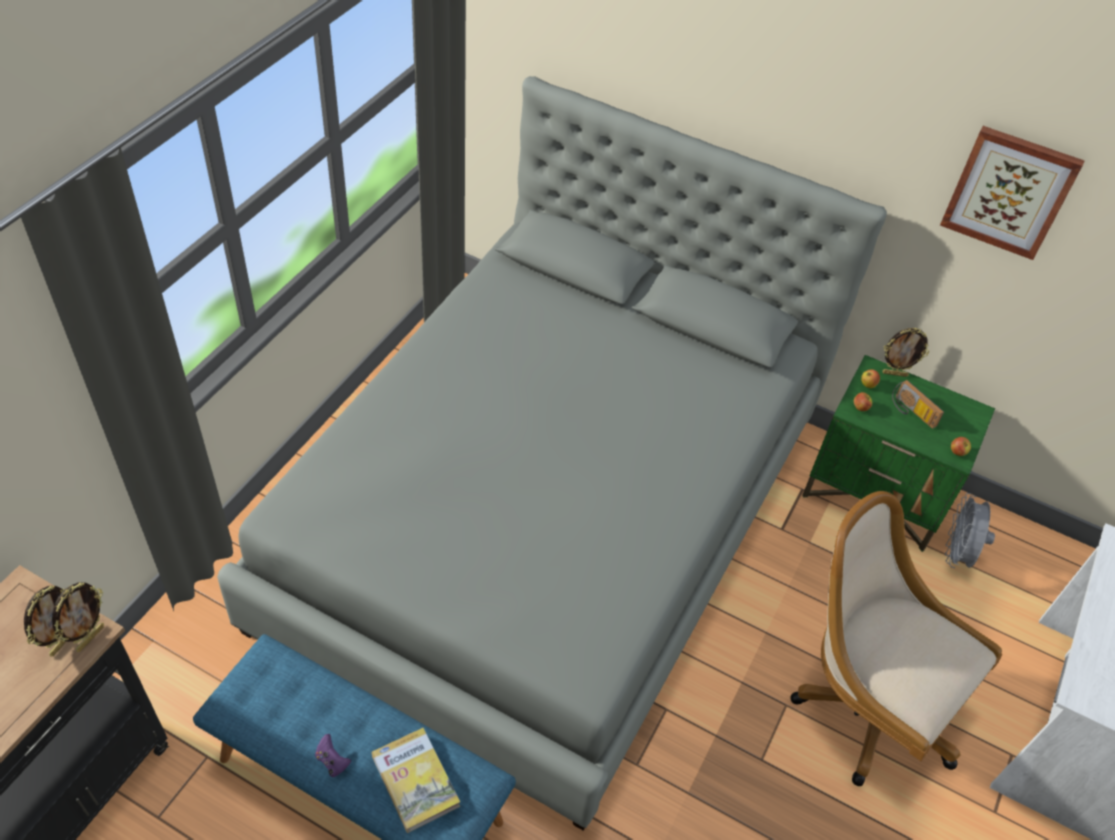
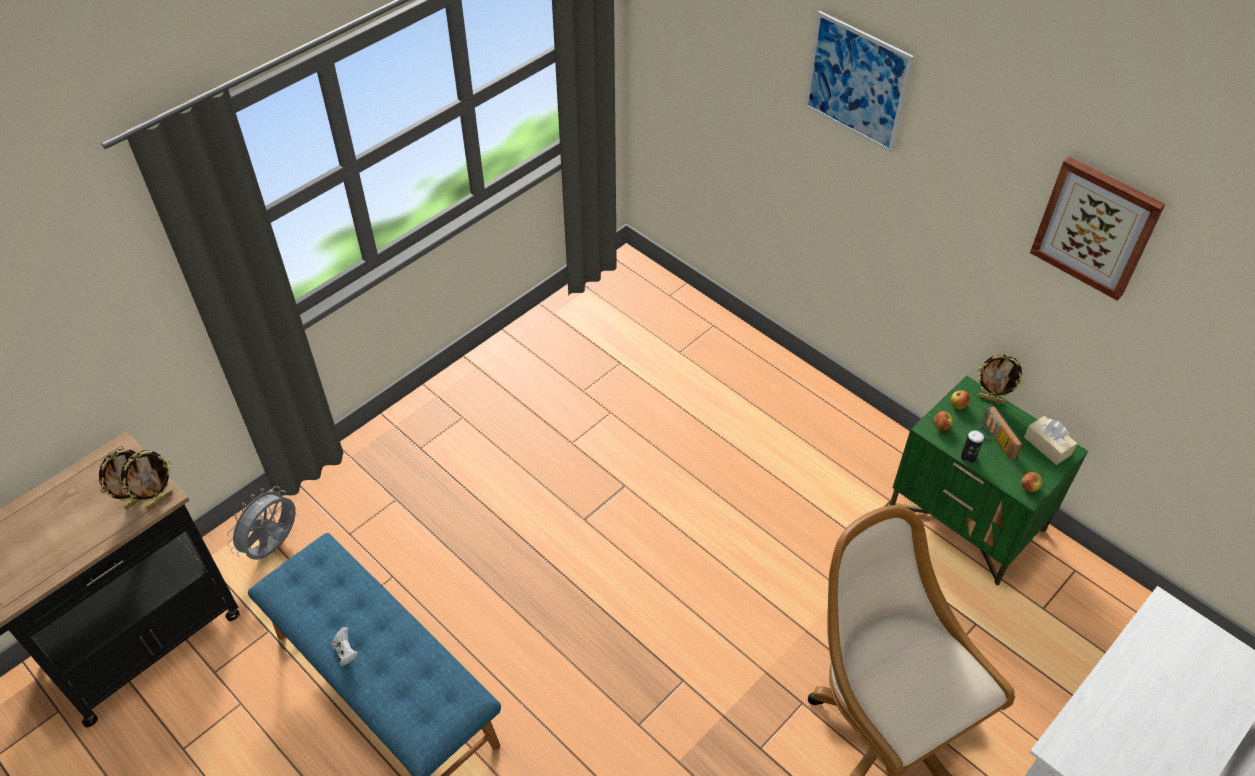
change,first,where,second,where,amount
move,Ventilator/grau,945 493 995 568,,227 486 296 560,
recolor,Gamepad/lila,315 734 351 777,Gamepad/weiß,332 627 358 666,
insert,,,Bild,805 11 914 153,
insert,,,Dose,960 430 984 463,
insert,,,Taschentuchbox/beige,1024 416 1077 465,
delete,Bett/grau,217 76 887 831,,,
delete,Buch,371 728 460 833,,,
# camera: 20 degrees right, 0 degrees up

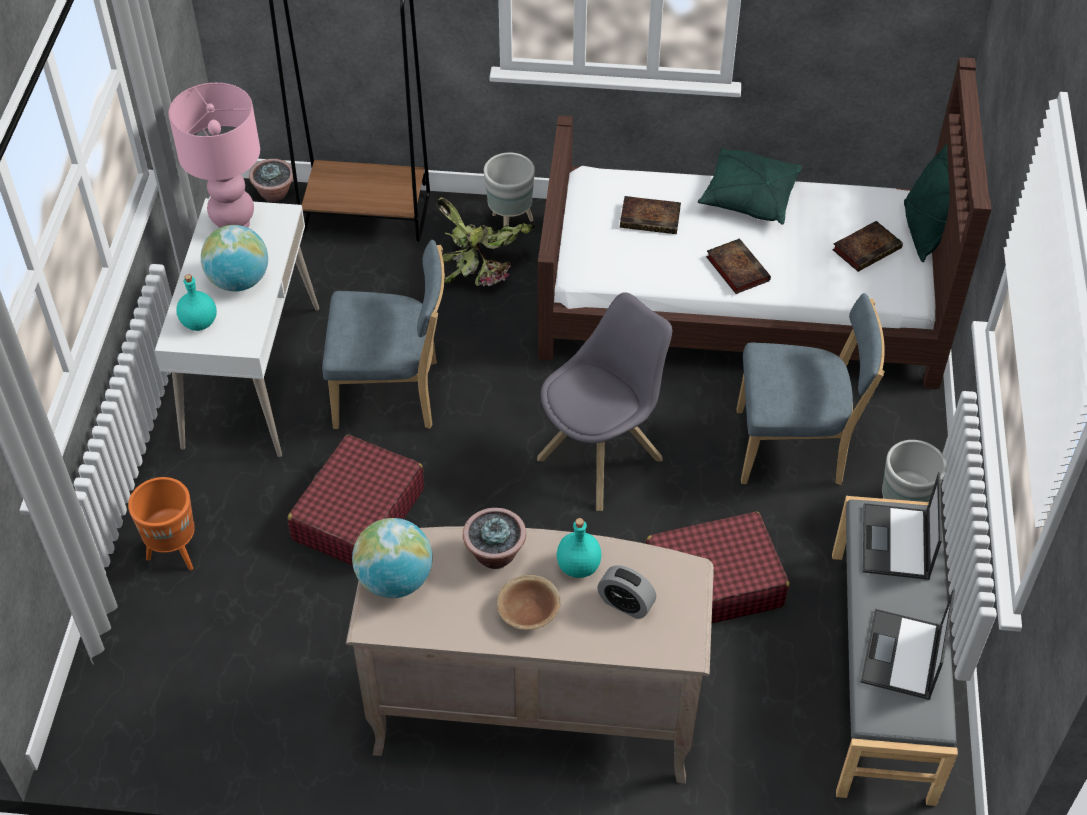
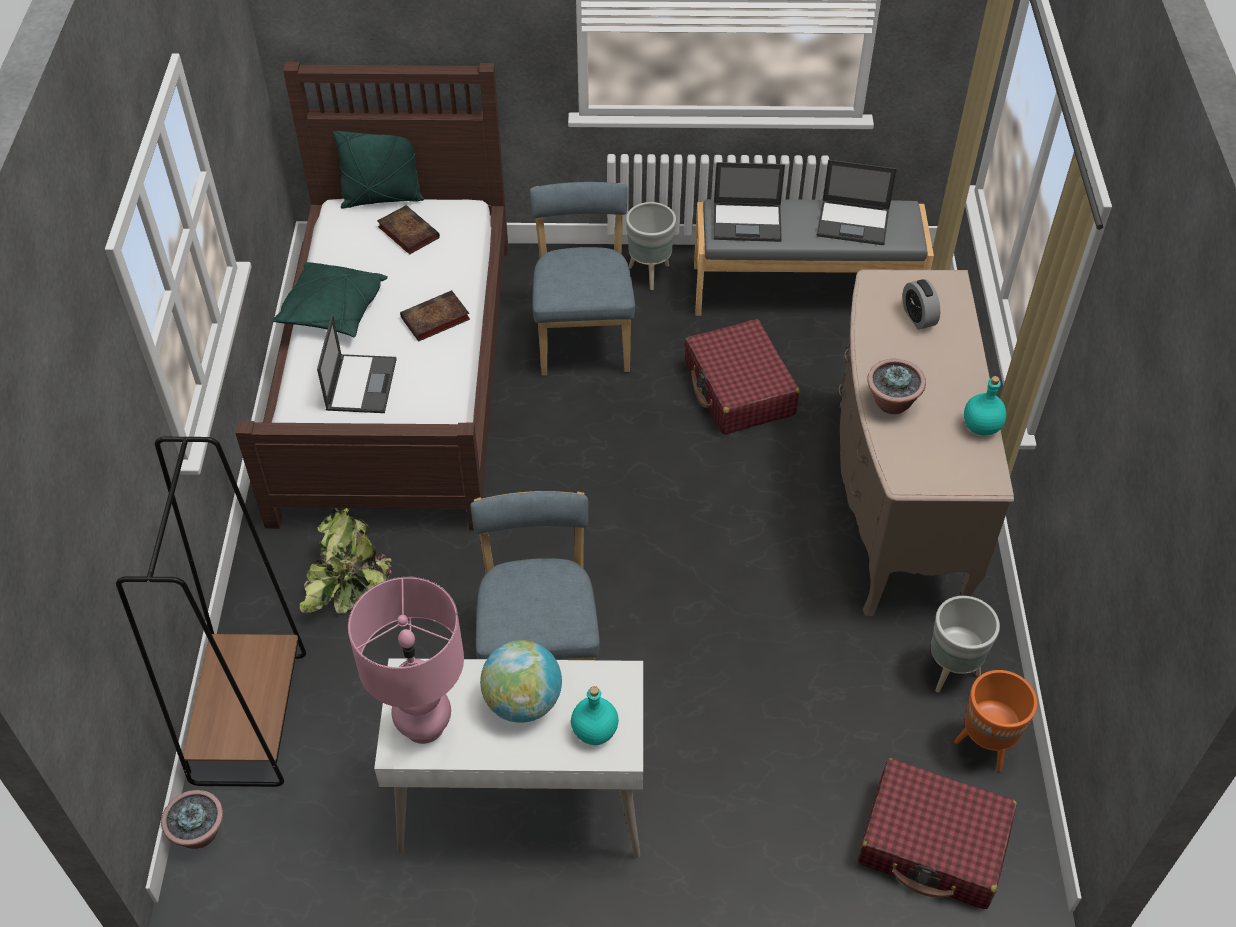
change,first,where,second,where,amount
replace,Buch,620 196 681 234,Laptop,317 314 397 413,
move,Koffer/rot,288 435 424 566,,858 758 1017 909,
rotate,Wecker,597 565 656 619,,903 279 940 330,135 degrees clockwise
move,Pflanzkübel/grau,484 153 535 227,,931 596 1000 693,
move,Pflanzkübel/orange,128 477 195 570,,954 670 1038 772,
move,Flasche/türkis,557 518 602 578,,964 376 1006 435,
delete,Globus,352 518 432 598,,,
delete,Schüssel/braun,497 575 561 630,,,
delete,Stuhl/grau,537 292 672 511,,,
# camera: 95 degrees left, 0 degrees up

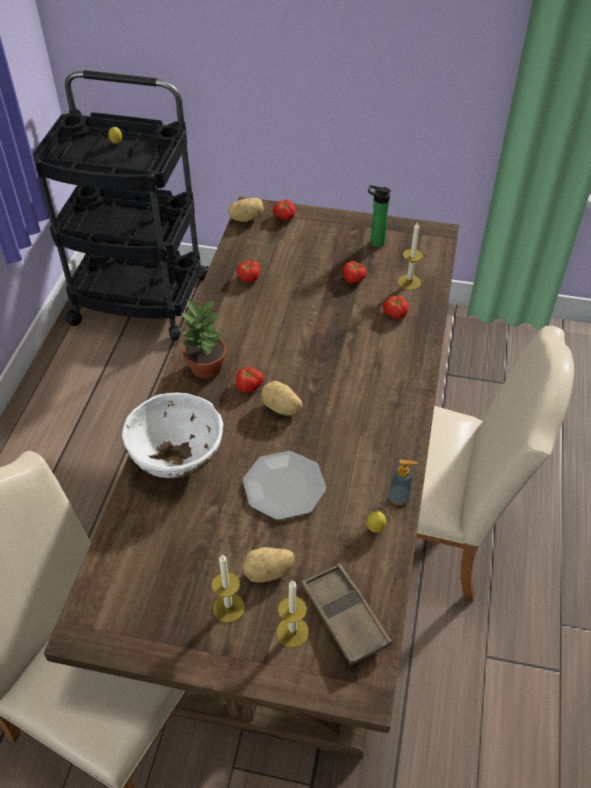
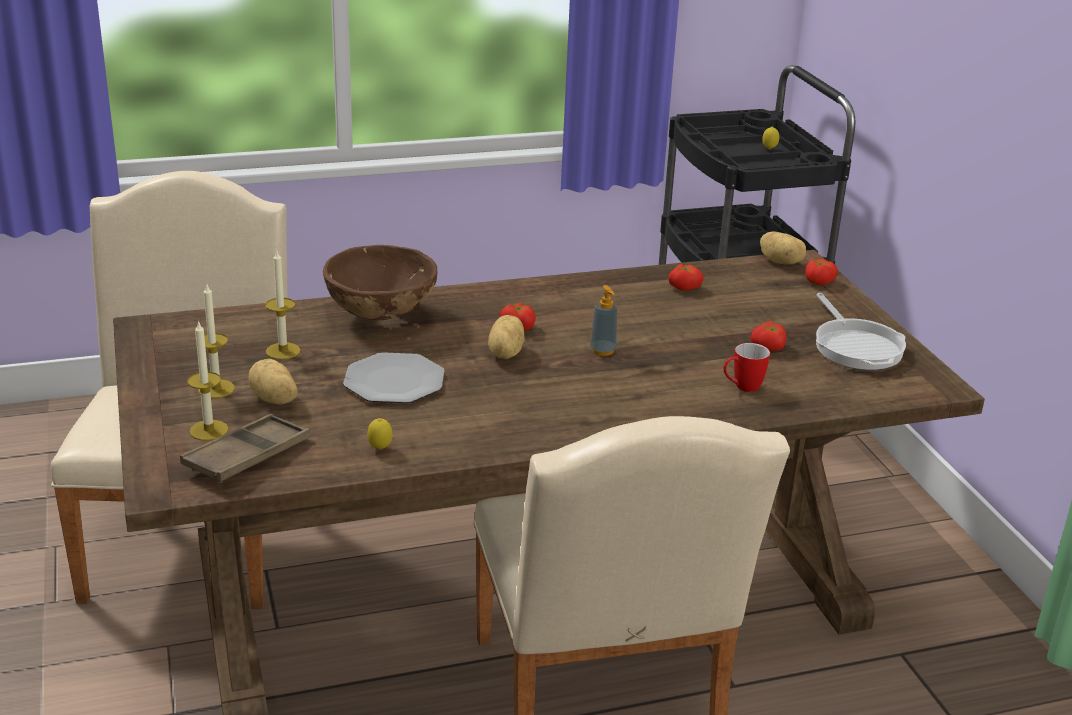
change,first,where,second,where,amount
move,Kerze,398 221 423 290,,265 251 301 360,
recolor,Schüssel/weiß,122 393 223 478,Schüssel/braun,323 245 437 320,
move,Seifenspender,388 459 418 505,,590 285 618 356,
replace,Tomate,383 295 409 319,Henkelbecher,723 343 770 392,
replace,Flasche,368 185 391 247,Pfanne,816 293 906 370,
delete,Topfpflanze,181 299 227 379,,,
# camera: 60 degrees right, 20 degrees down

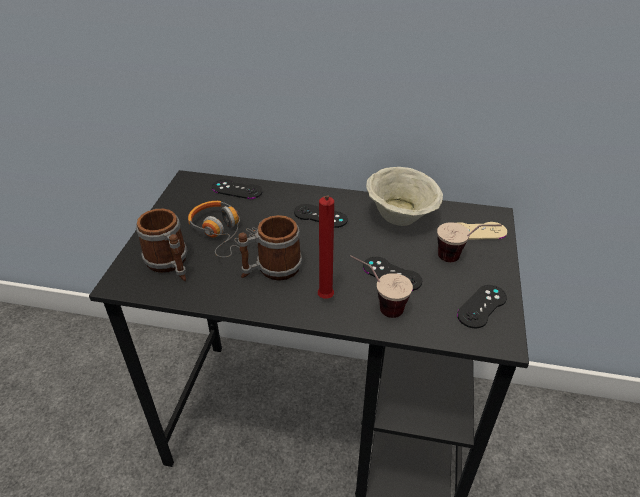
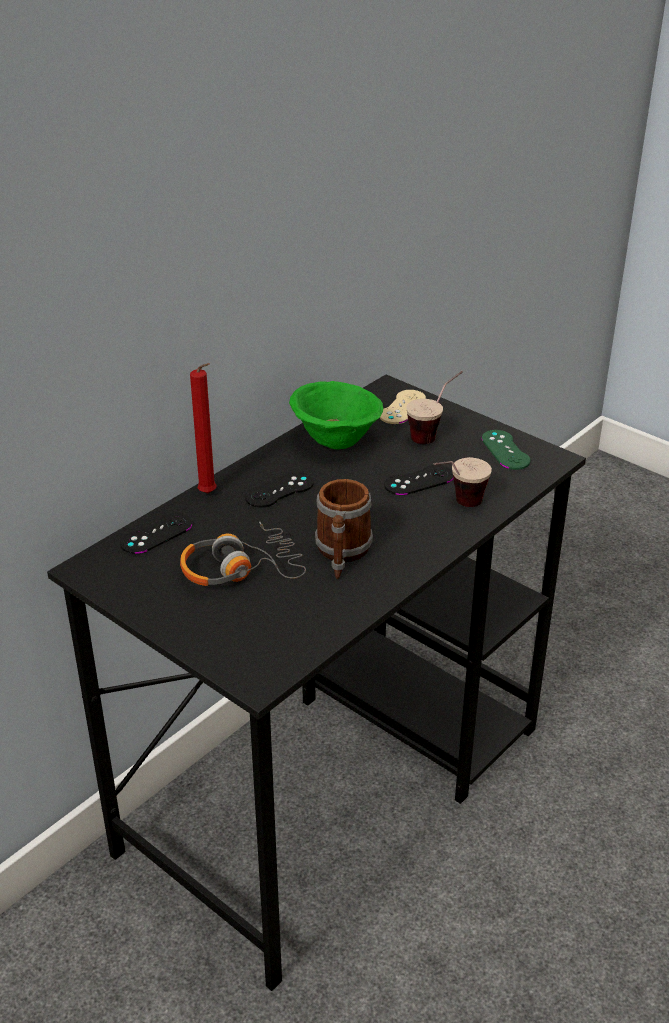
change,first,where,second,where,amount
move,Kerze/rot,318 195 334 299,,190 363 217 494,
recolor,Schüssel/beige,366 167 443 226,Schüssel/grün,289 381 383 450,
recolor,Gamepad/schwarz,457 285 507 328,Gamepad/grün,482 430 530 470,
delete,Henkelbecher,136 209 187 281,,,
# camera: 60 degrees left, 5 degrees down

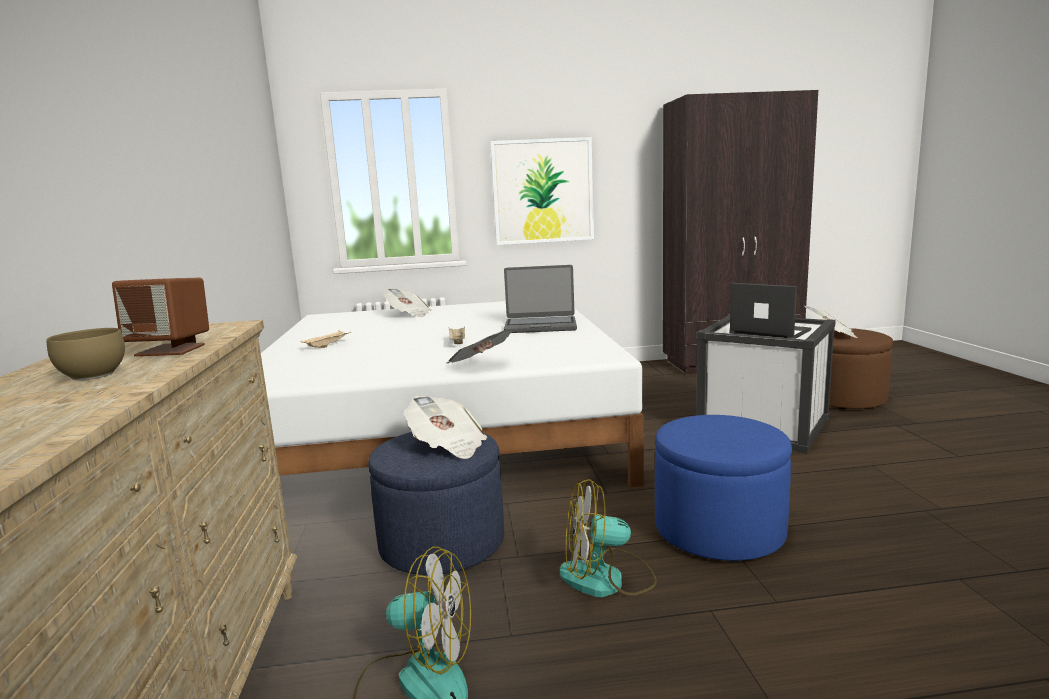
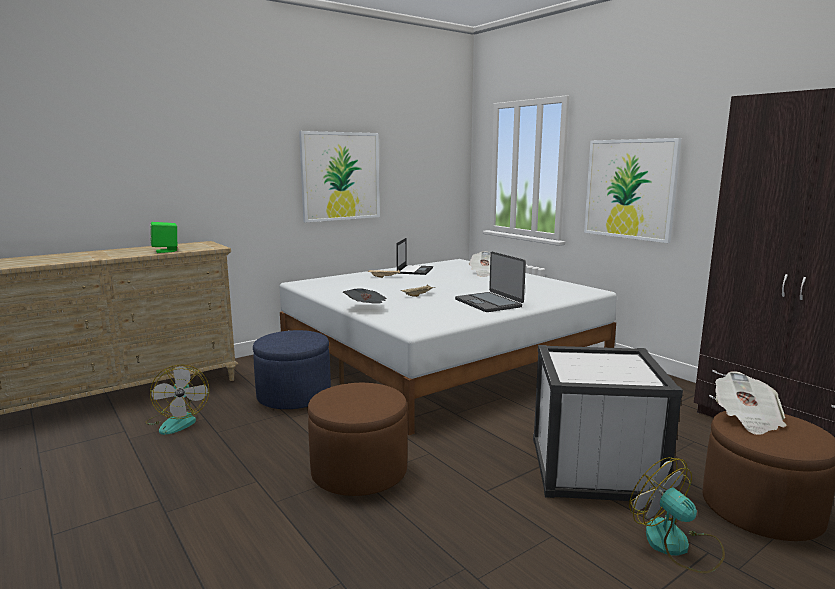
change,first,where,second,where,amount
recolor,Lautsprecher/braun,112 278 209 356,Lautsprecher/grün,150 222 177 253,
insert,,,Bild,299 131 380 222,
recolor,Polsterhocker/blau,655 415 792 561,Polsterhocker/braun,308 383 407 496,
move,Laptop,729 283 811 339,,396 238 433 275,
move,Ventilator,560 479 657 597,,629 457 725 573,
delete,Schüssel/braun,46 328 125 380,,,
delete,Zeitung,404 395 487 459,,,
# camera: 60 degrees right, 0 degrees up

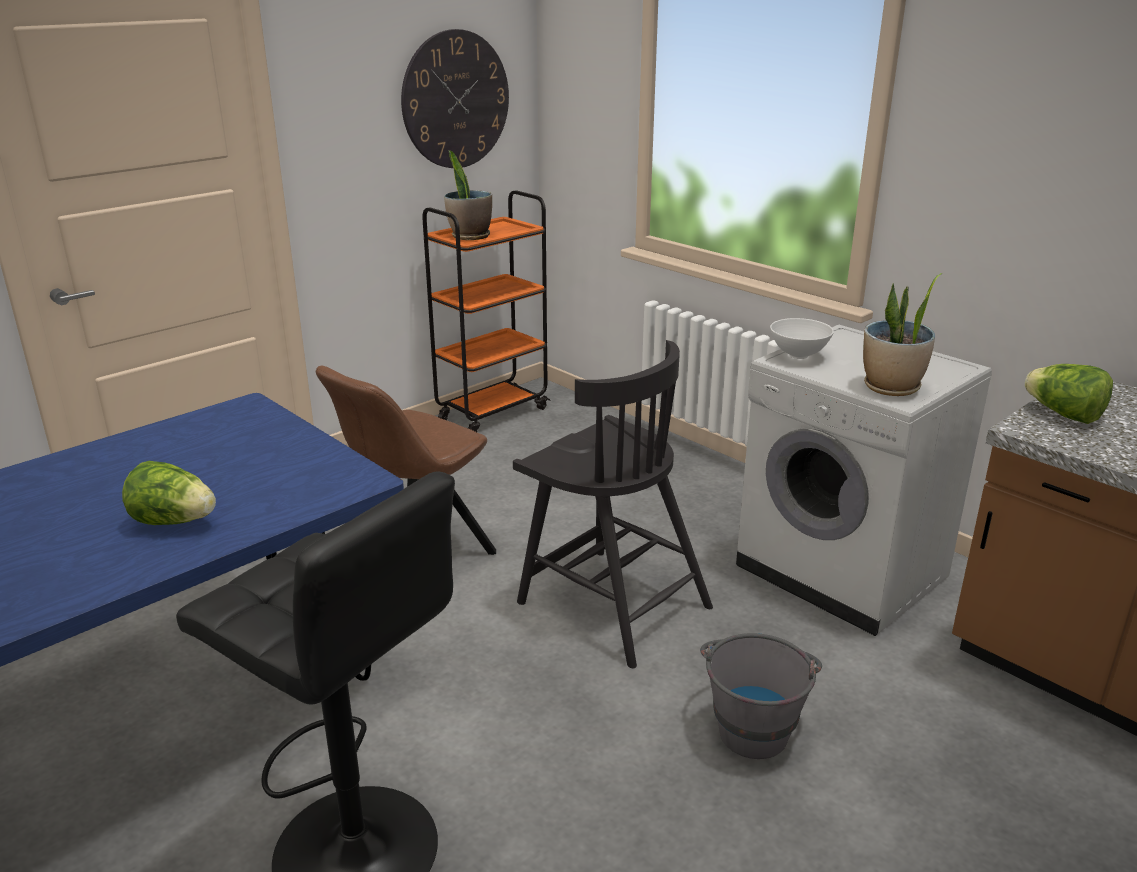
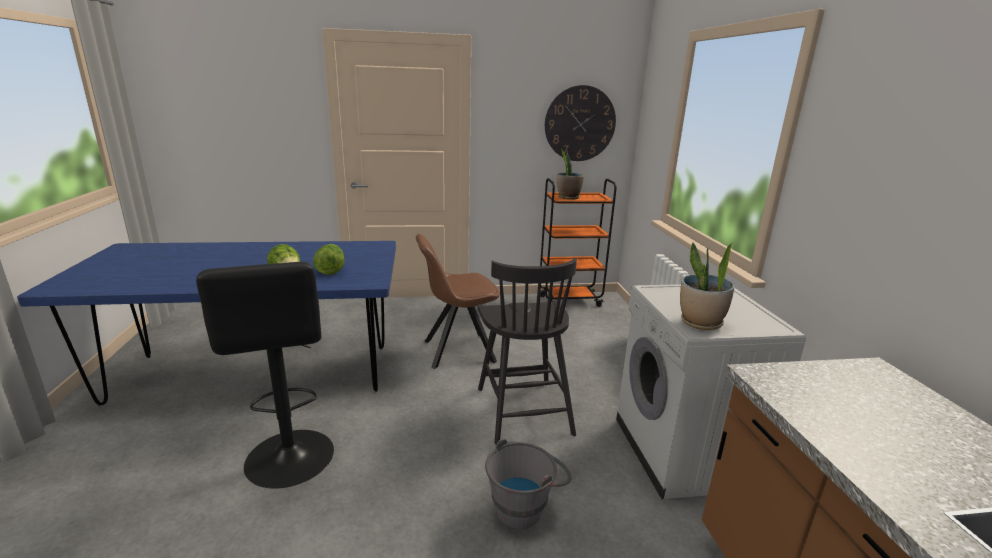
change,first,where,second,where,amount
move,Salatkopf,1024 364 1113 424,,313 244 345 275,
delete,Schüssel/weiß,770 318 834 359,,,
# camera: 35 degrees right, 5 degrees down

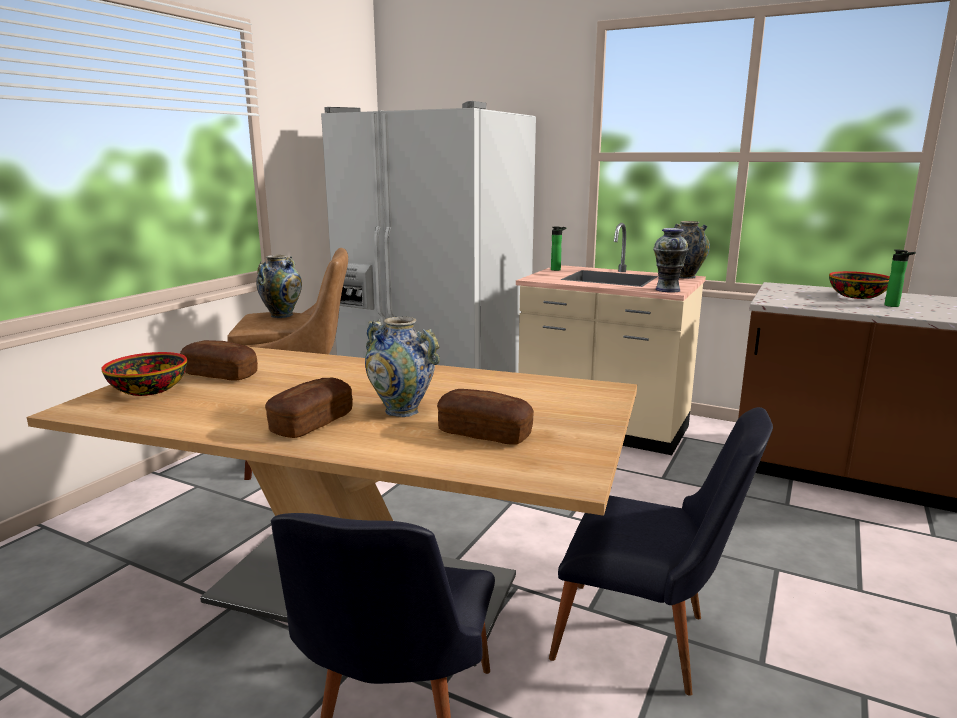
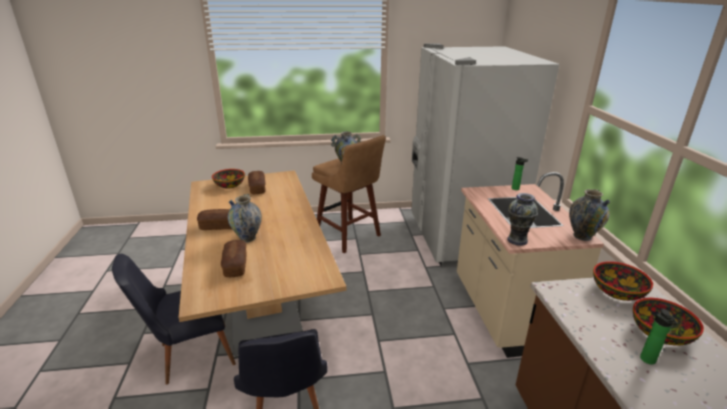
change,first,where,second,where,amount
insert,,,Schüssel,593 261 653 301,
# camera: 55 degrees right, 10 degrees up

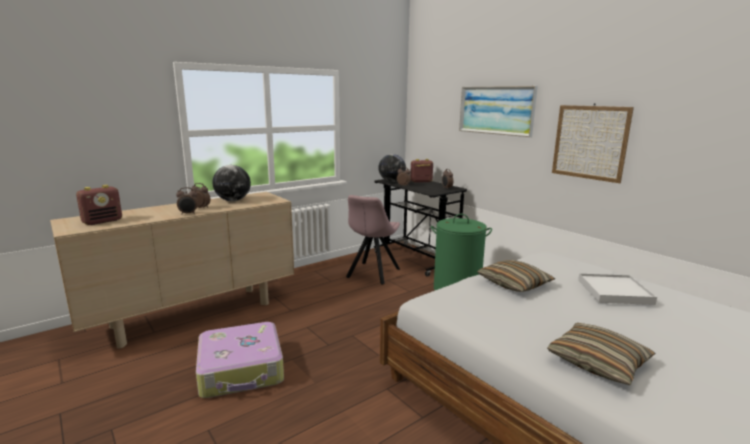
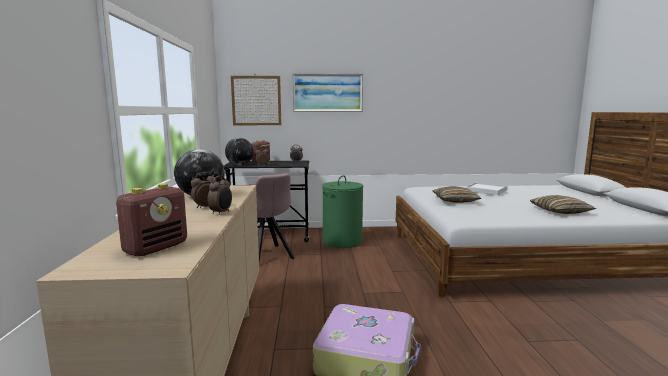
change,first,where,second,where,amount
rotate,Radio,76 185 122 225,,116 183 187 256,45 degrees clockwise
move,Bild,552 103 634 183,,231 74 281 125,
# camera: 55 degrees left, 5 degrees down

